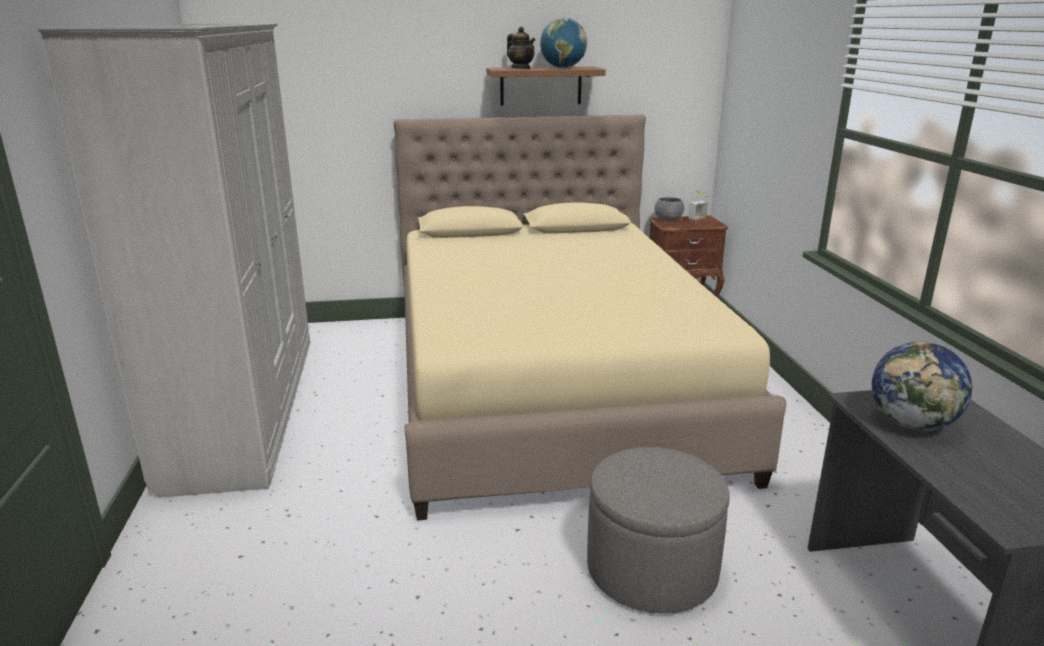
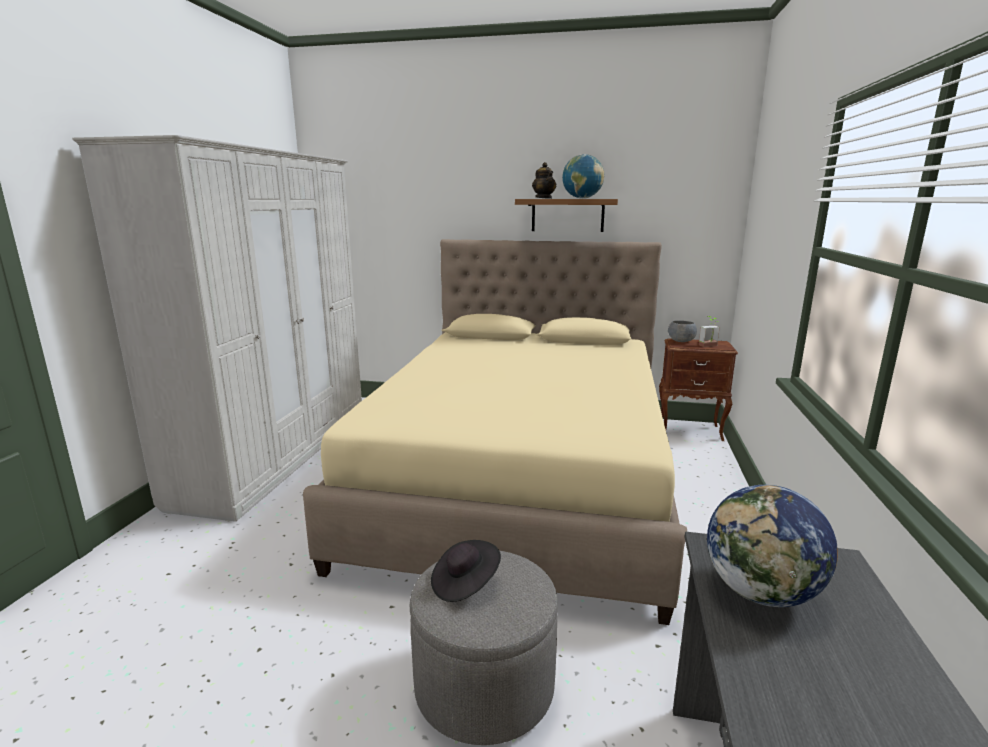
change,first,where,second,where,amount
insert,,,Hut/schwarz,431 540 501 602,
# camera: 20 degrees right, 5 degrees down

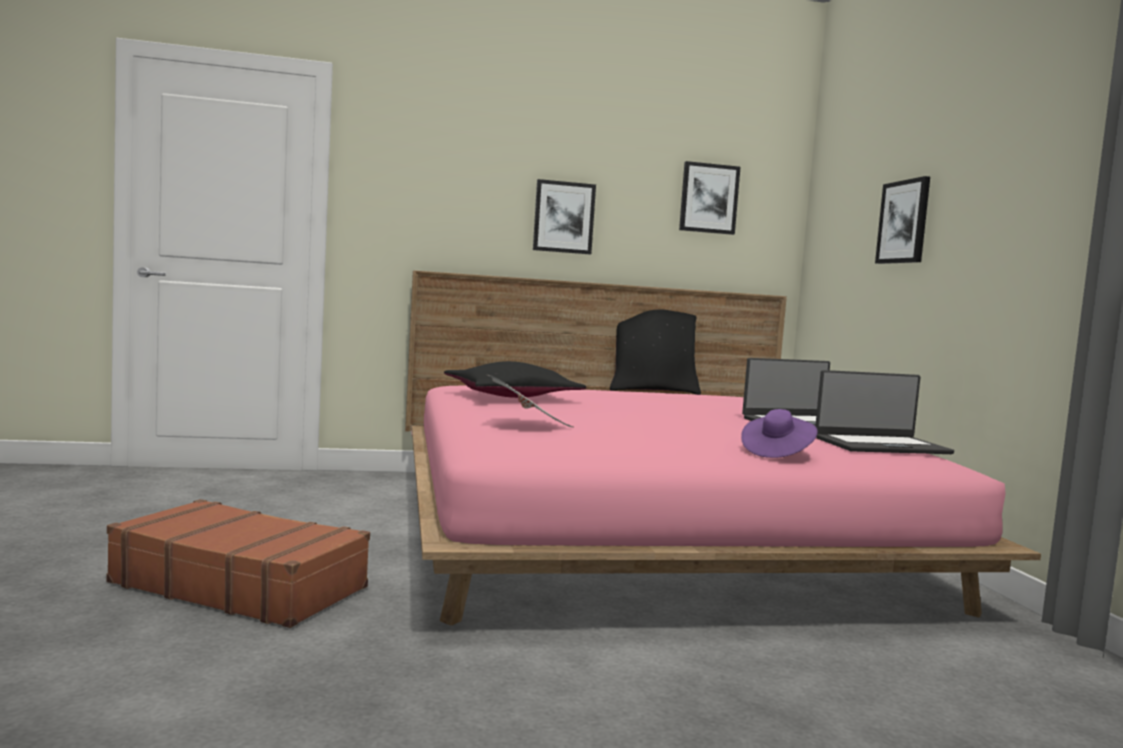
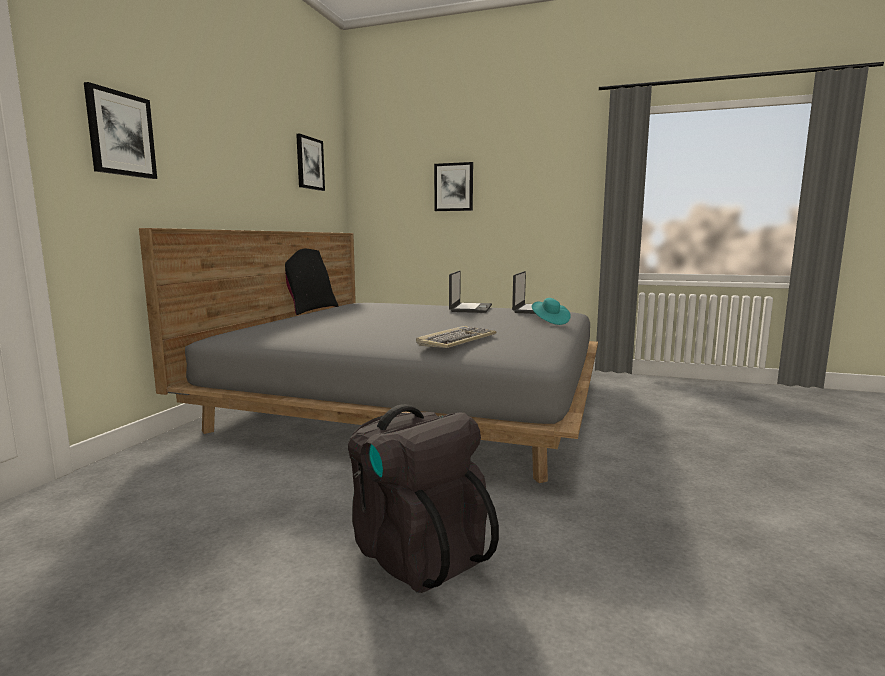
change,first,where,second,where,amount
move,Bild,533 179 596 254,,84 82 157 179,
recolor,Bett/rosa,405 270 1041 626,Bett/grau,139 228 598 483,
replace,Koffer/braun,106 499 370 628,Rucksack/schwarz,348 404 499 593,
replace,Zeitung,488 375 573 427,Tastatur,416 326 496 348,
recolor,Hut/lila,741 409 818 458,Hut/türkis,531 298 571 325,
delete,Kissen/schwarz,444 361 586 398,,,
# camera: 60 degrees left, 5 degrees up

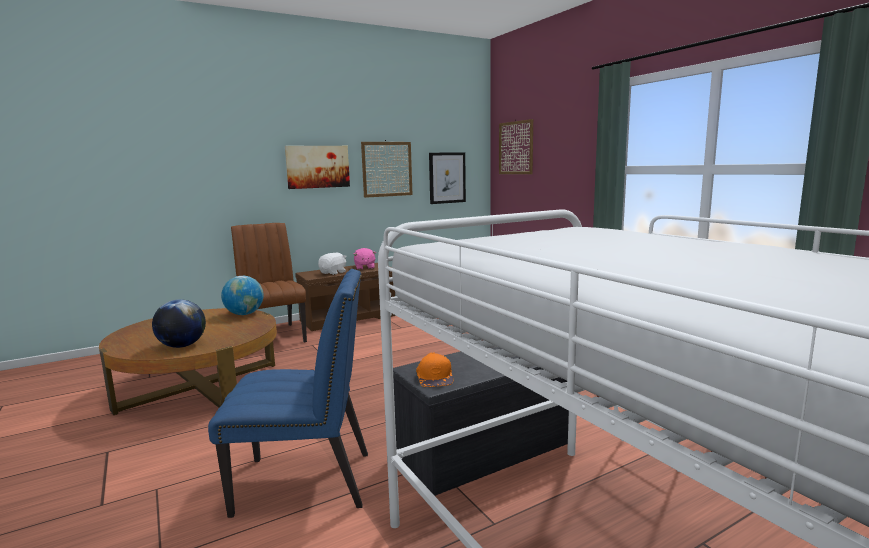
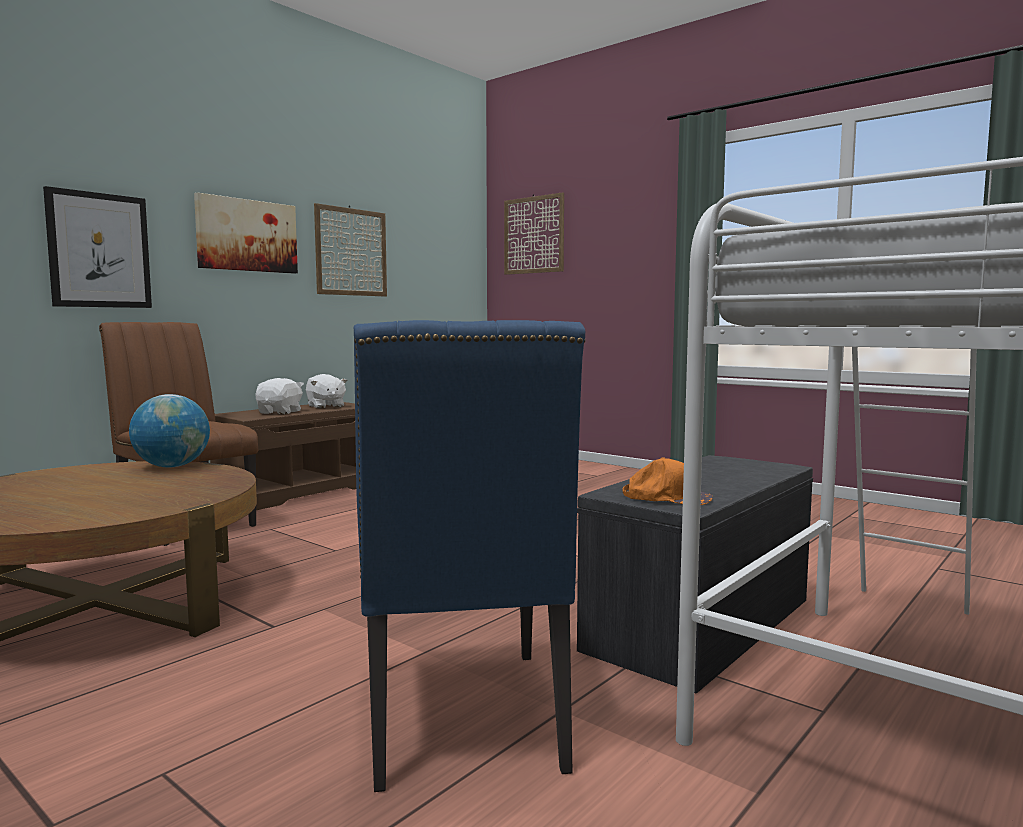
change,first,where,second,where,amount
move,Bild,429 152 466 204,,43 186 152 308,
recolor,Plüschtier/rosa,354 248 376 270,Plüschtier/weiß,306 374 347 409,
rotate,Stuhl/blau,208 269 368 518,,354 320 585 792,105 degrees clockwise
rotate,Kappe/orange,416 352 453 387,,622 457 713 505,45 degrees counterclockwise
delete,Globus,152 299 206 348,,,
# camera: 20 degrees left, 5 degrees down

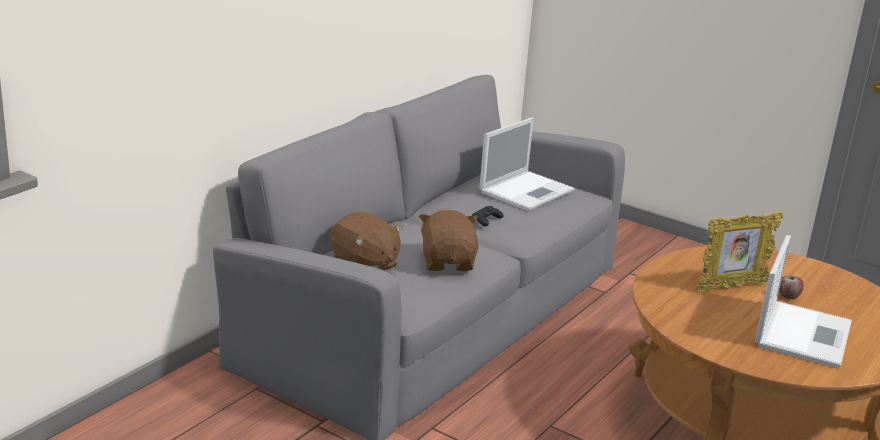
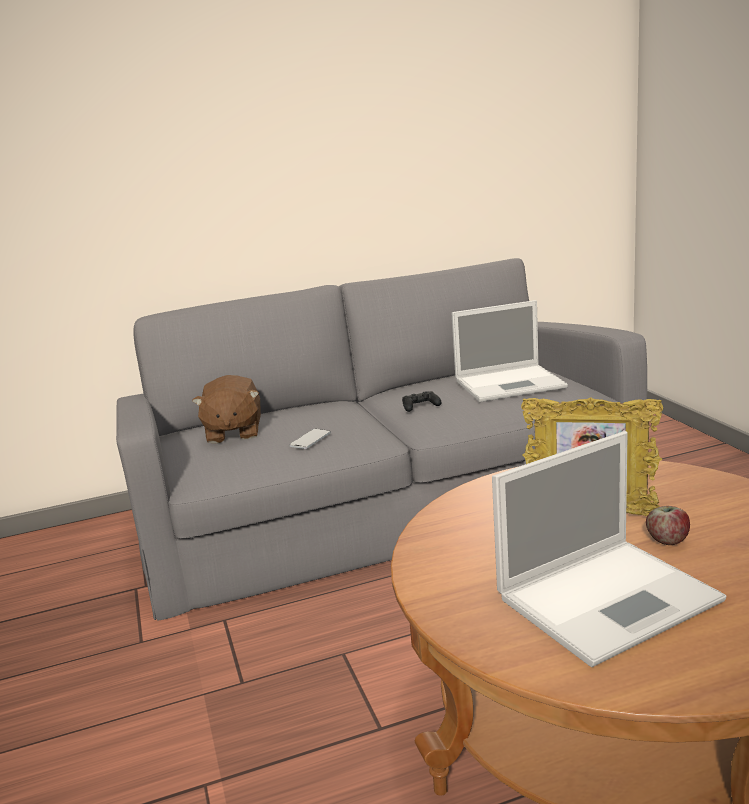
change,first,where,second,where,amount
replace,Plüschtier/braun,419 210 479 271,Handy,289 429 331 449,
# camera: 40 degrees right, 5 degrees down

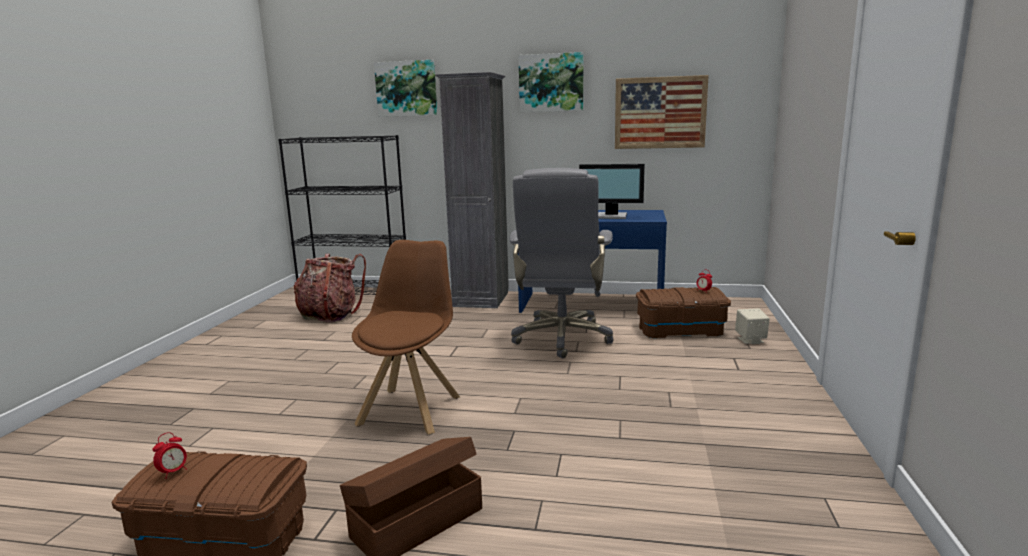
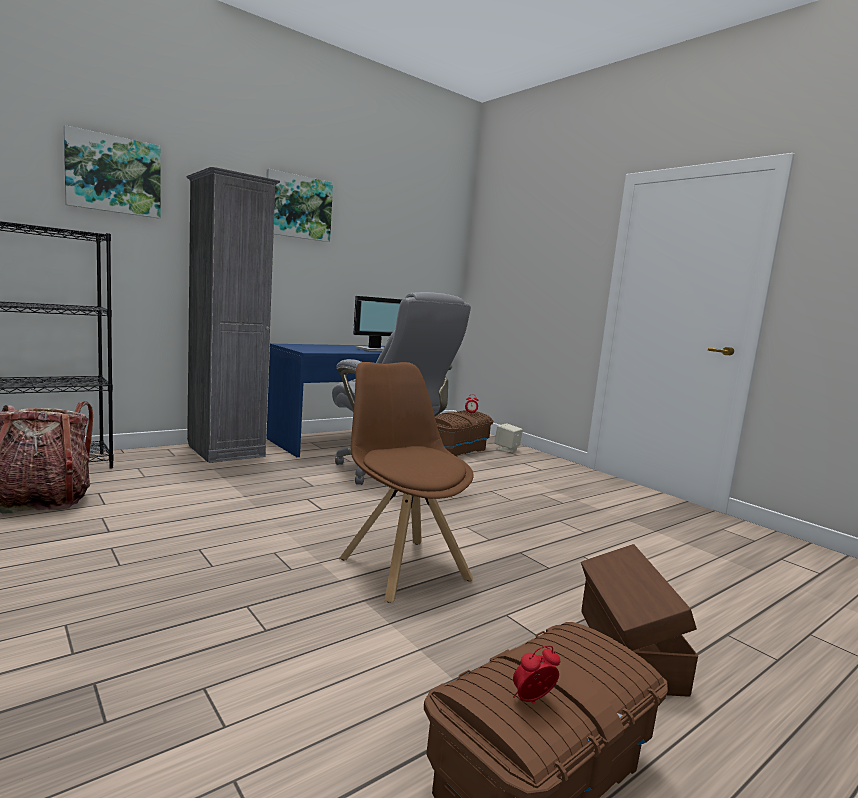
change,first,where,second,where,amount
rotate,Wecker,153 432 187 479,,513 645 560 704,105 degrees counterclockwise
delete,Bild,615 75 709 149,,,
# camera: 50 degrees left, 5 degrees down

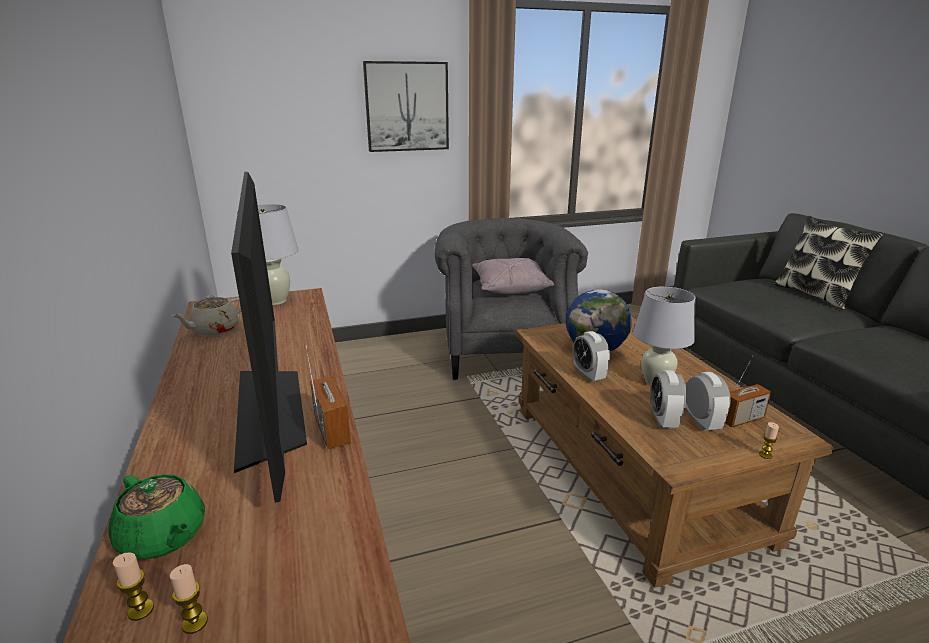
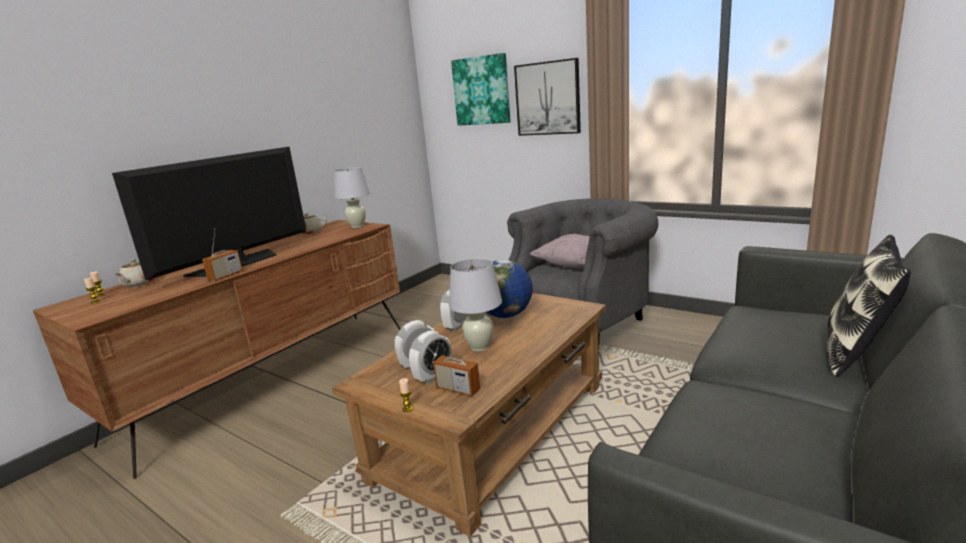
change,first,where,second,where,amount
recolor,Teekanne/grün,108 474 205 559,Teekanne/beige,114 259 155 287,
insert,,,Bild,451 53 511 126,
# camera: 55 degrees right, 5 degrees down

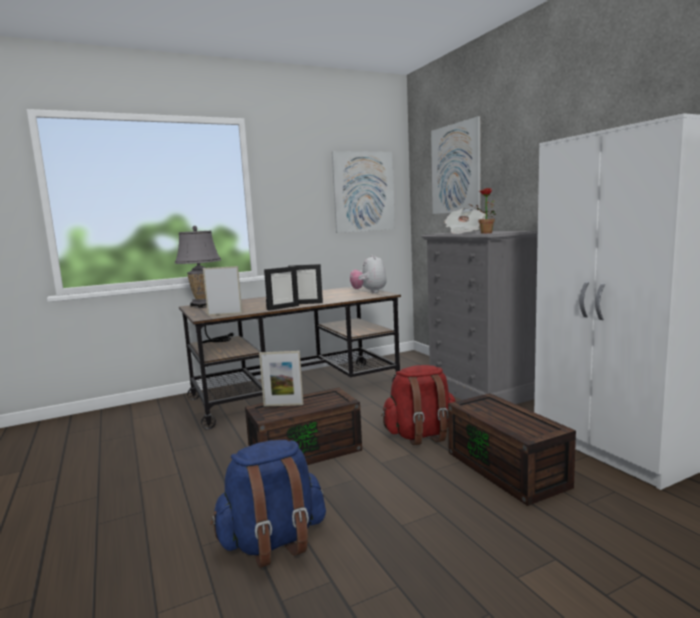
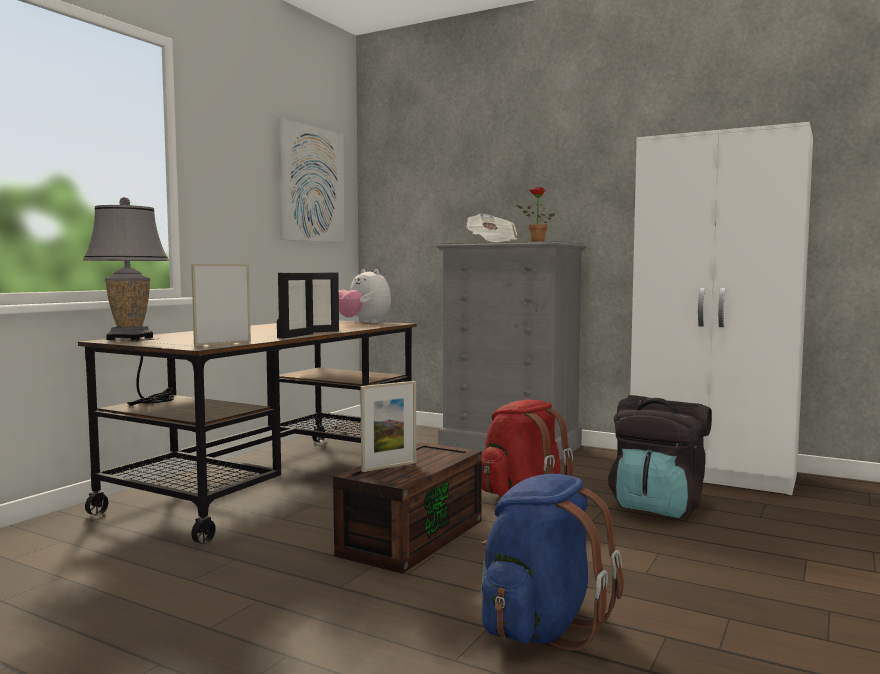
change,first,where,second,where,amount
replace,Aufbewahrungsbox/braun,448 393 576 506,Rucksack/schwarz,608 395 712 519,
delete,Bild,431 116 481 214,,,
# camera: 35 degrees left, 5 degrees down

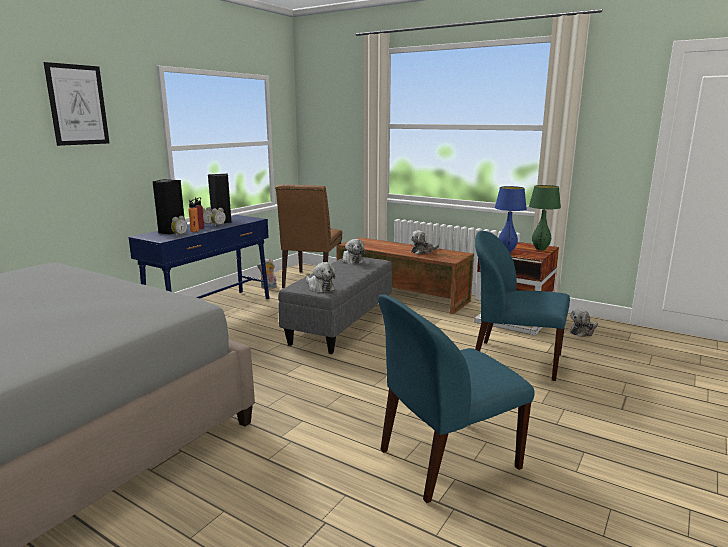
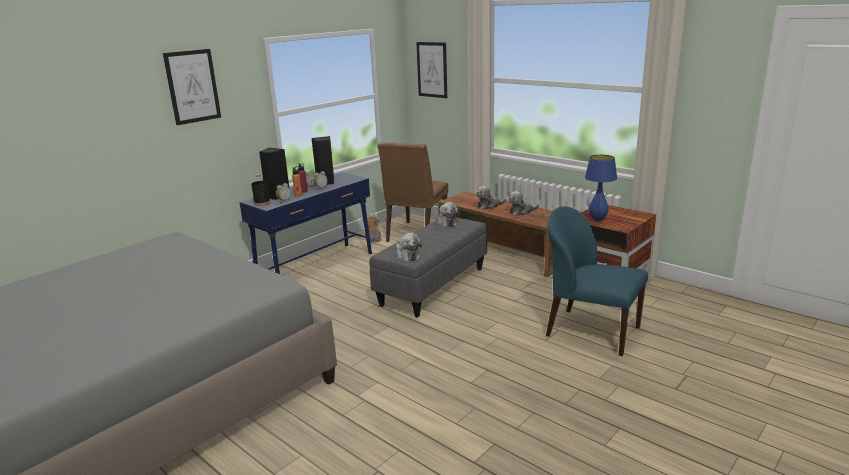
change,first,where,second,where,amount
insert,,,Flasche/schwarz,251 173 270 206,
insert,,,Bild,416 42 447 98,
move,Plüschtier,570 309 598 337,,476 186 506 210,
delete,Stuhl/blau,378 294 535 503,,,
delete,Tischlampe/grün,529 185 561 250,,,
# camera: 10 degrees right, 5 degrees up

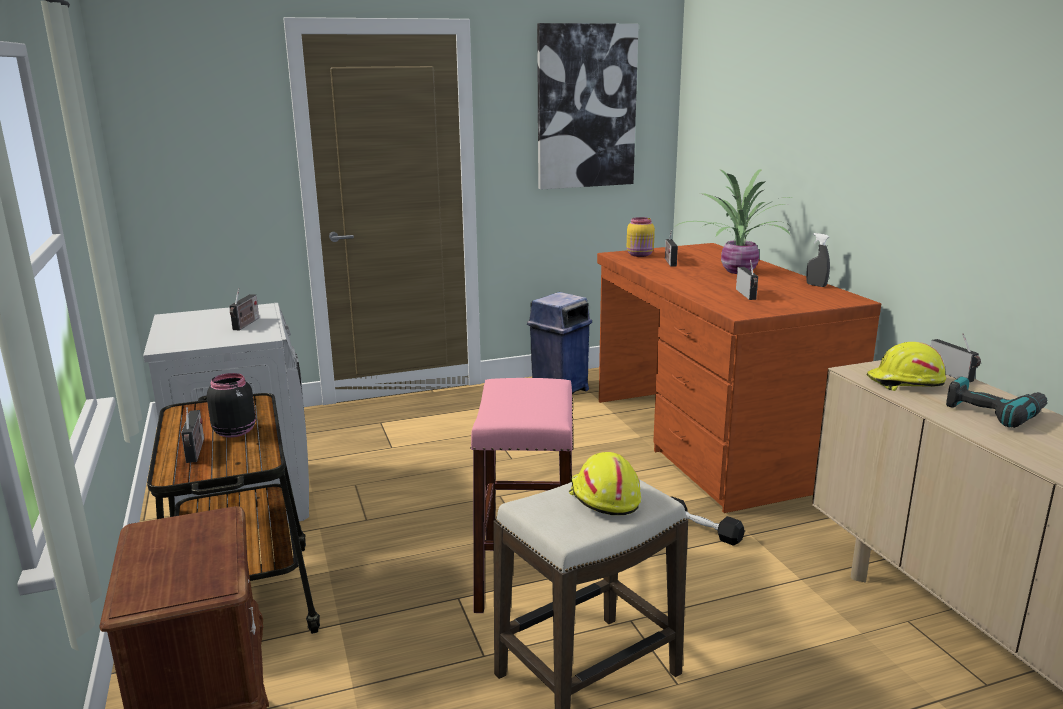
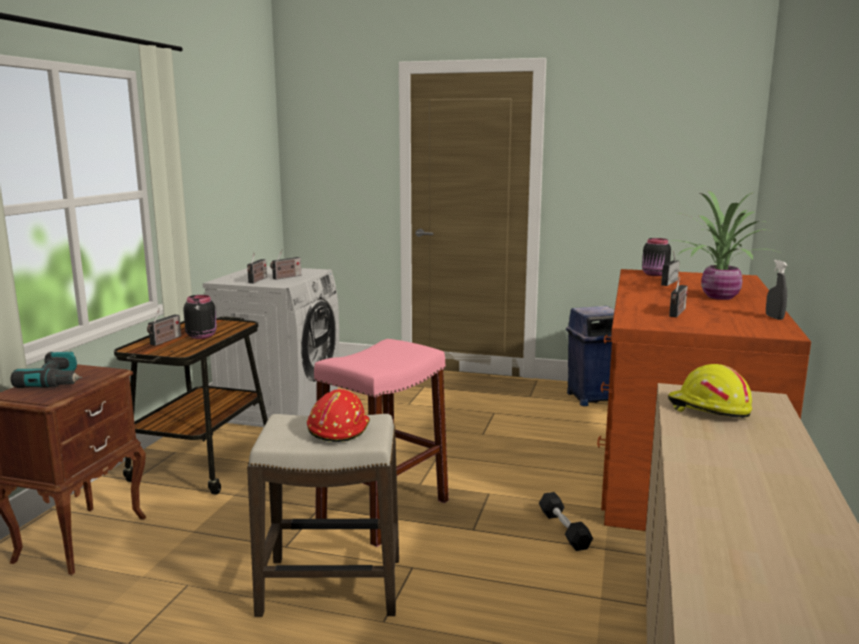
change,first,where,second,where,amount
move,Bohrmaschine,946 376 1048 428,,10 352 82 388,
move,Radio,930 333 981 382,,247 252 267 283,
recolor,Schutzhelm/gelb,569 452 641 515,Schutzhelm/rot,307 389 370 442,
recolor,Vorratsglas/gelb,627 217 655 257,Vorratsglas/schwarz,642 238 671 276,
delete,Bild,537 23 639 190,,,
# camera: 35 degrees right, 5 degrees down

